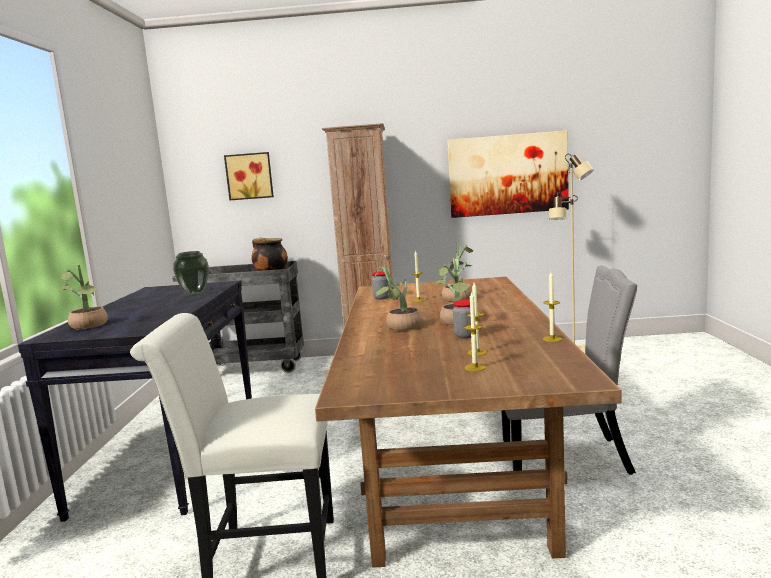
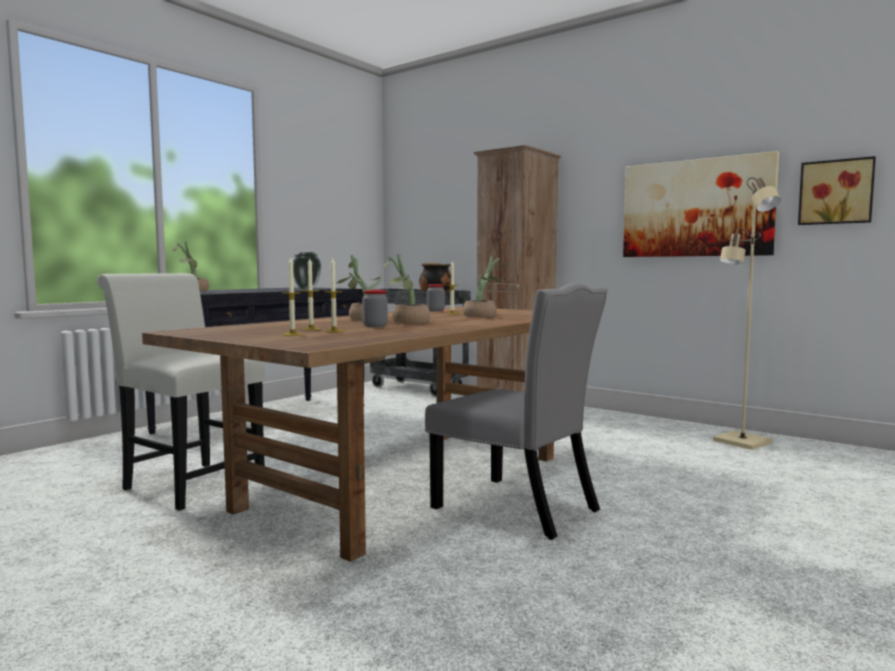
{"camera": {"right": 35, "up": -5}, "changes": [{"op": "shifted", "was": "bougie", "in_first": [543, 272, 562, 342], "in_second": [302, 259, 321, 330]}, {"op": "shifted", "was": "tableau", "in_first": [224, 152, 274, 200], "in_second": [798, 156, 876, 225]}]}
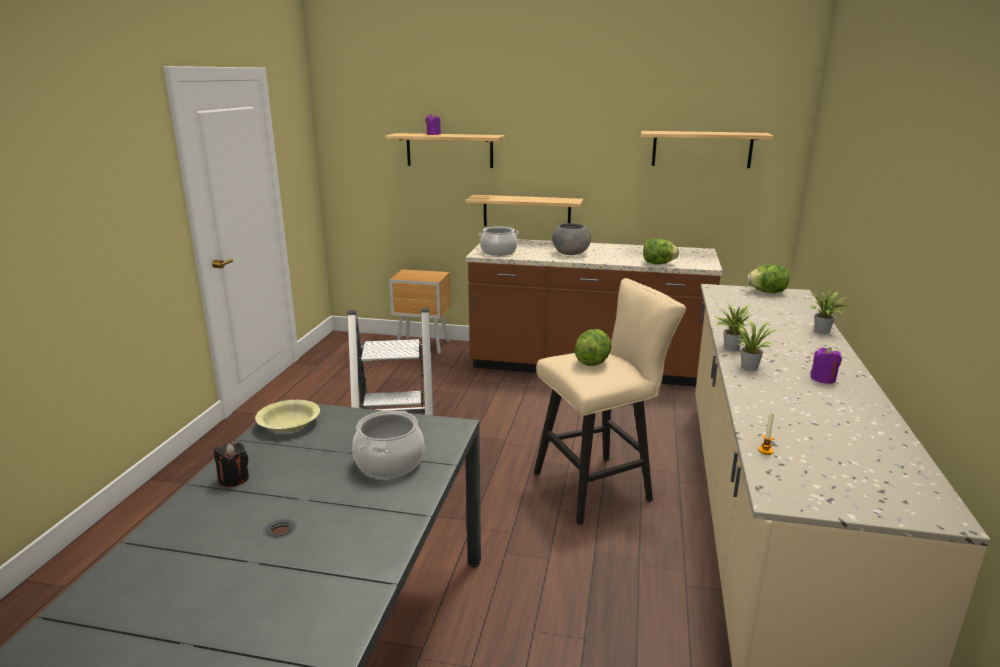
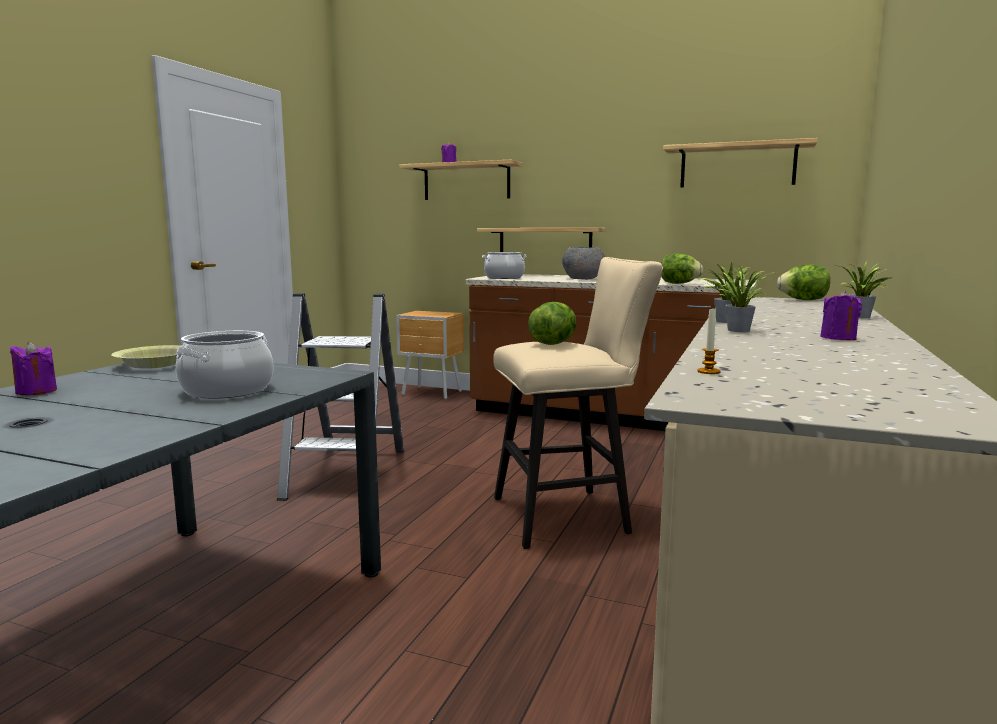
{"camera": {"right": 10, "up": -10}, "changes": [{"op": "repainted", "was": "bougie [noir]", "now": "bougie [violet]", "in_first": [214, 442, 249, 487], "in_second": [10, 341, 57, 395]}]}
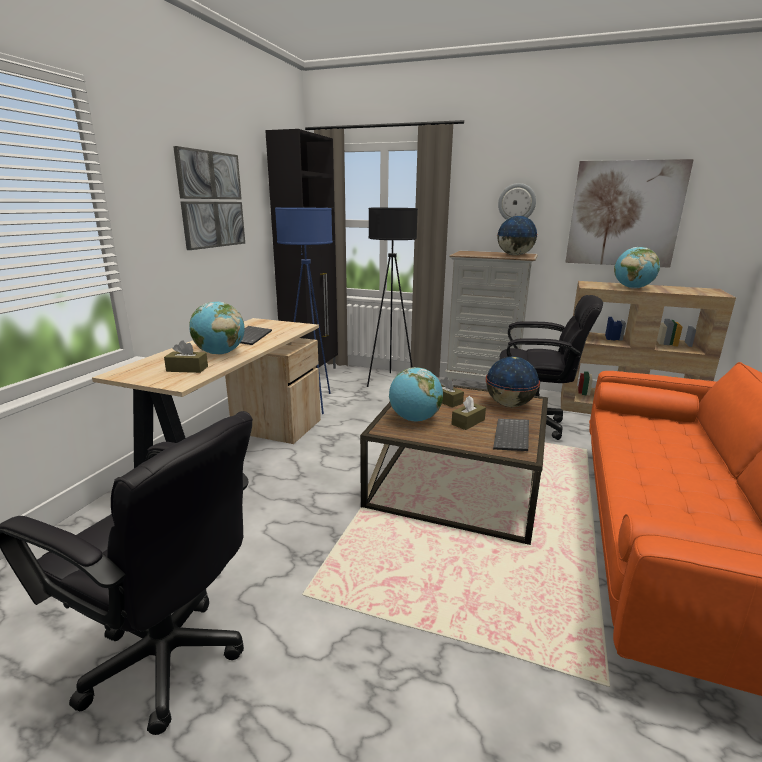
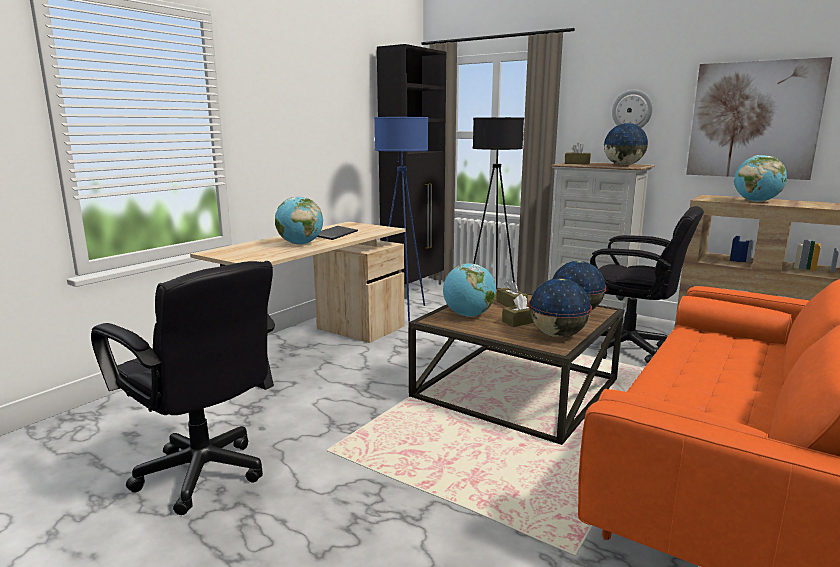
{"camera": {"right": 15, "up": -5}, "changes": [{"op": "swapped", "was": "clavier", "now": "globe", "in_first": [493, 419, 529, 451], "in_second": [528, 278, 592, 338]}, {"op": "shifted", "was": "boîte à mouchoirs [marron]", "in_first": [164, 340, 208, 373], "in_second": [565, 143, 591, 164]}, {"op": "gone", "was": "tableau", "in_first": [173, 146, 245, 250]}]}
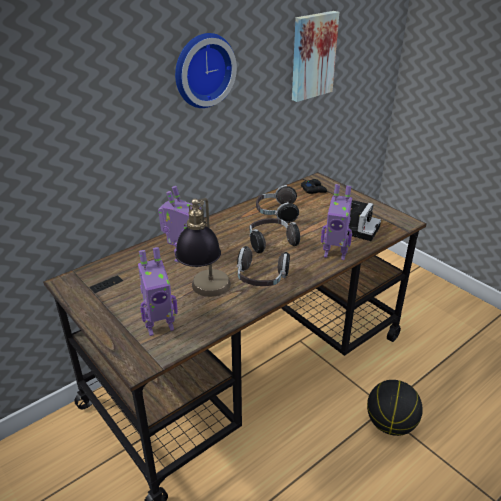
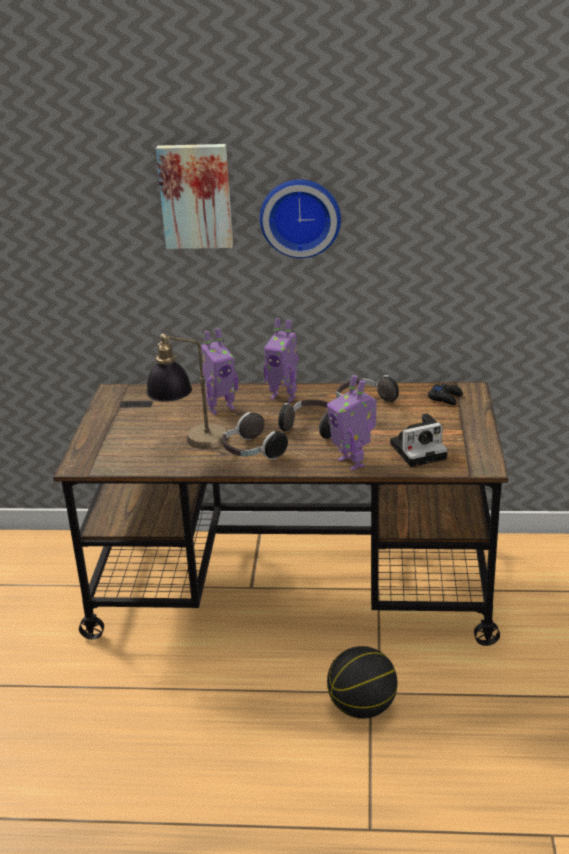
{"camera": {"right": 45, "up": -5}, "changes": [{"op": "shifted", "was": "tableau", "in_first": [292, 11, 339, 102], "in_second": [156, 144, 233, 249]}, {"op": "shifted", "was": "robot jouet", "in_first": [138, 247, 178, 336], "in_second": [264, 318, 299, 402]}]}
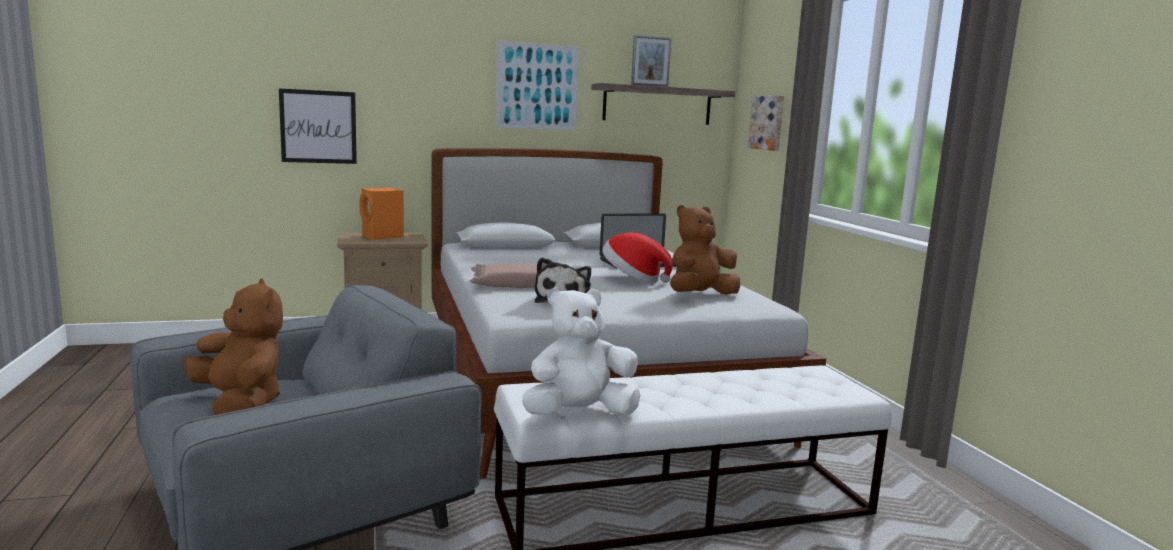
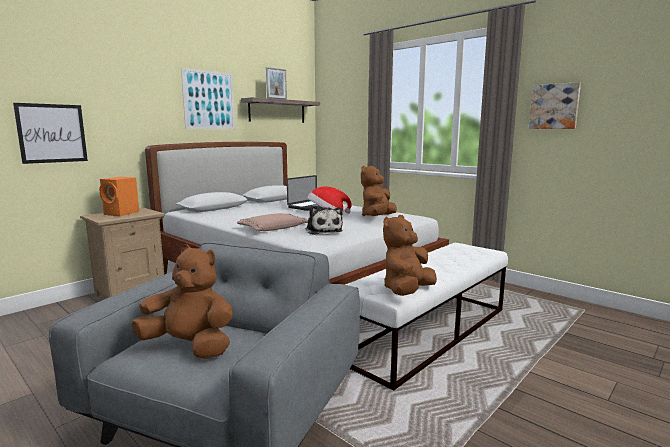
{"camera": {"right": -30, "up": 0}, "changes": [{"op": "repainted", "was": "peluche [blanc]", "now": "peluche [marron]", "in_first": [522, 287, 640, 415], "in_second": [383, 215, 437, 296]}, {"op": "shifted", "was": "tableau", "in_first": [748, 96, 784, 151], "in_second": [529, 82, 581, 129]}]}
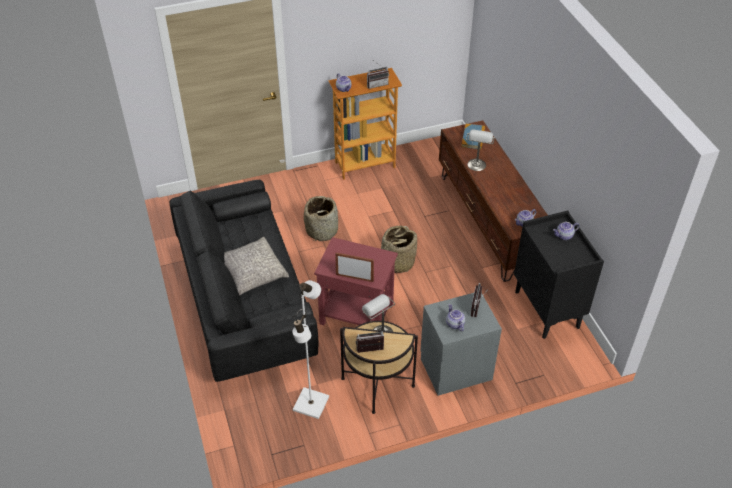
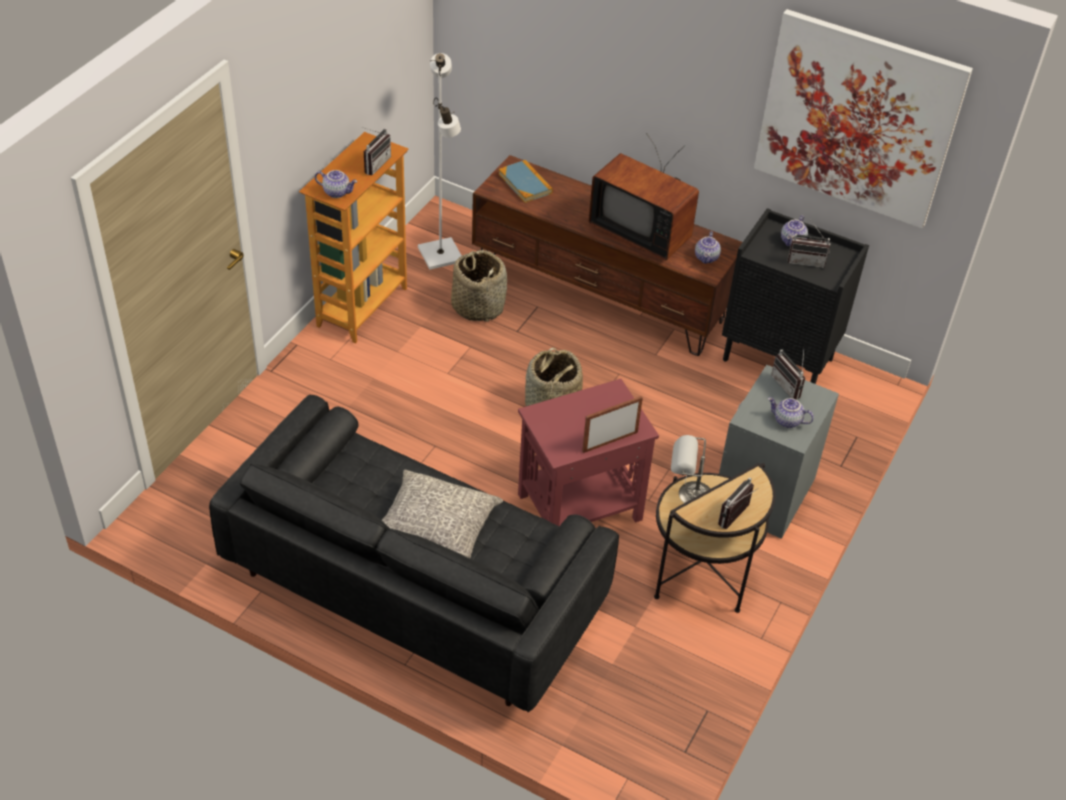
{"camera": {"right": -45, "up": 0}, "changes": [{"op": "shifted", "was": "lampadaire [blanc]", "in_first": [292, 280, 329, 419], "in_second": [418, 53, 462, 270]}, {"op": "shifted", "was": "panier", "in_first": [304, 196, 338, 241], "in_second": [451, 250, 507, 322]}, {"op": "new", "now": "téléviseur", "in_second": [589, 134, 699, 261]}, {"op": "new", "now": "tableau", "in_second": [754, 9, 973, 228]}, {"op": "new", "now": "radio", "in_second": [787, 222, 830, 268]}, {"op": "gone", "was": "lampe de table [blanc]", "in_first": [466, 129, 495, 171]}]}
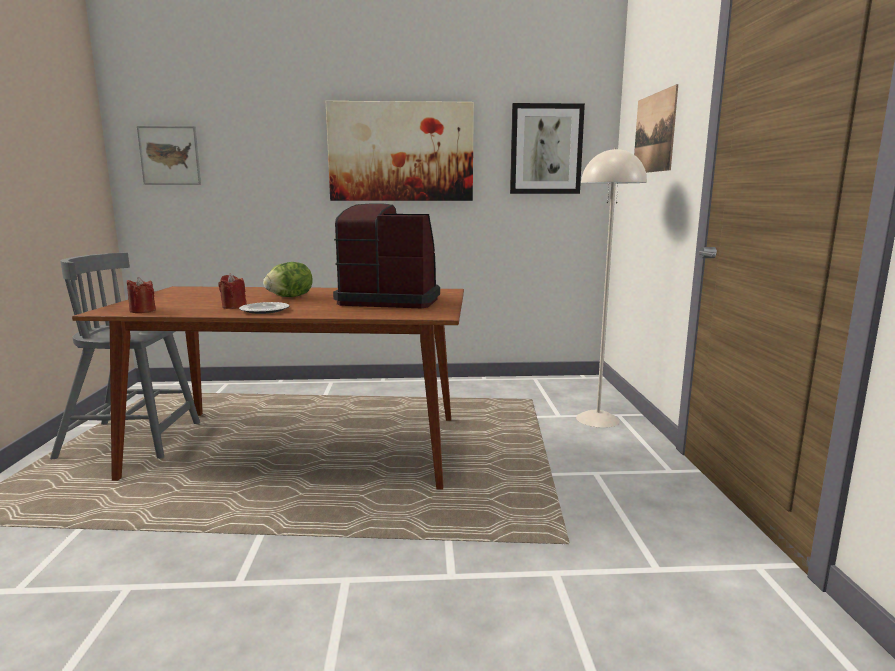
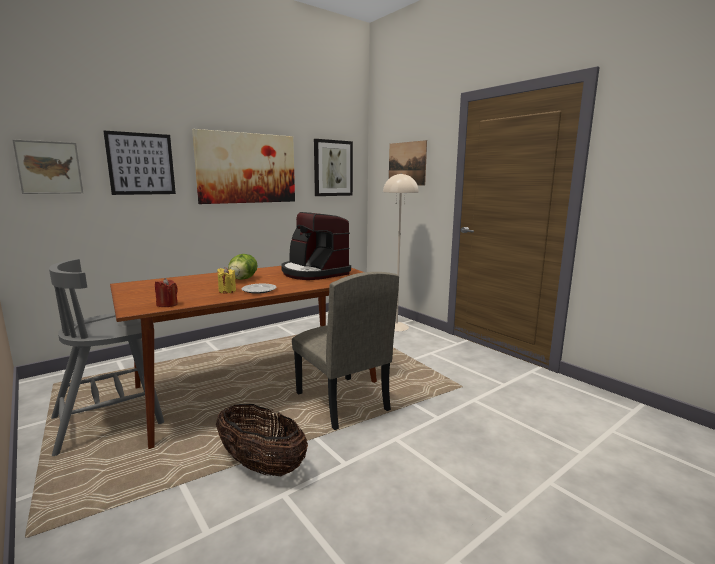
{"camera": {"right": -35, "up": 0}, "changes": [{"op": "new", "now": "tableau", "in_second": [103, 131, 176, 195]}, {"op": "new", "now": "panier", "in_second": [216, 404, 308, 476]}, {"op": "repainted", "was": "bougie [rouge]", "now": "bougie [jaune]", "in_first": [218, 273, 247, 309], "in_second": [217, 267, 236, 293]}, {"op": "rotated", "was": "machine à café", "in_first": [333, 203, 440, 308], "in_second": [281, 212, 351, 280], "clockwise": -105}, {"op": "new", "now": "chaise [beige]", "in_second": [292, 272, 399, 430]}]}
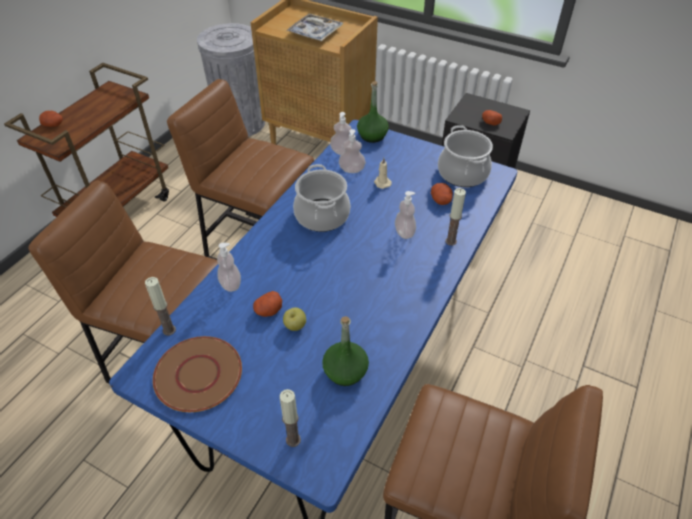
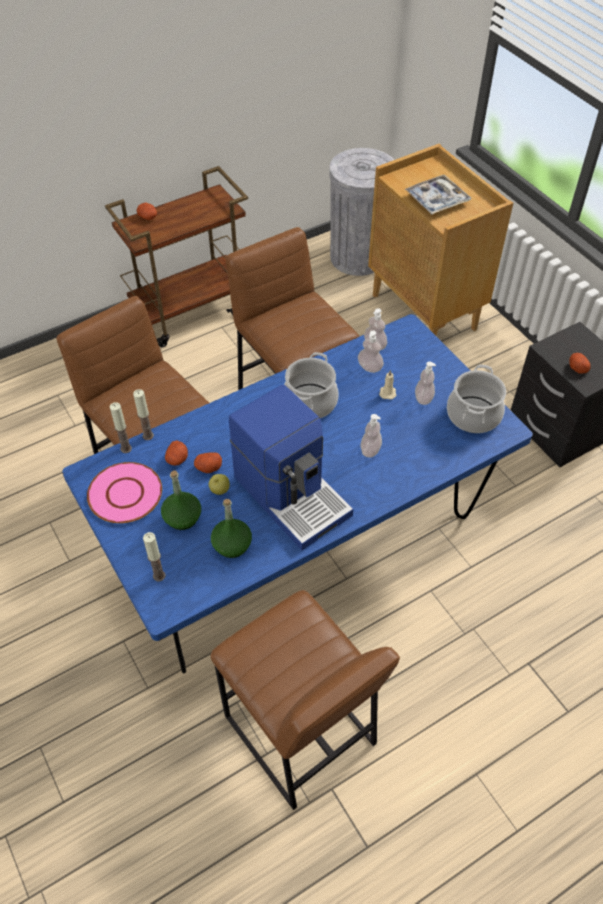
{"camera": {"right": 30, "up": 5}, "changes": [{"op": "repainted", "was": "assiette [marron]", "now": "assiette [rose]", "in_first": [153, 336, 242, 412], "in_second": [87, 462, 162, 523]}, {"op": "shifted", "was": "bougie", "in_first": [445, 188, 466, 246], "in_second": [133, 389, 154, 440]}, {"op": "shifted", "was": "bouteille [vert]", "in_first": [357, 81, 389, 143], "in_second": [161, 470, 201, 530]}, {"op": "shifted", "was": "pomme de terre", "in_first": [431, 183, 453, 205], "in_second": [165, 441, 188, 466]}, {"op": "new", "now": "machine à café", "in_second": [229, 385, 353, 550]}, {"op": "shifted", "was": "distributeur de savon", "in_first": [217, 243, 241, 292], "in_second": [415, 362, 436, 405]}]}
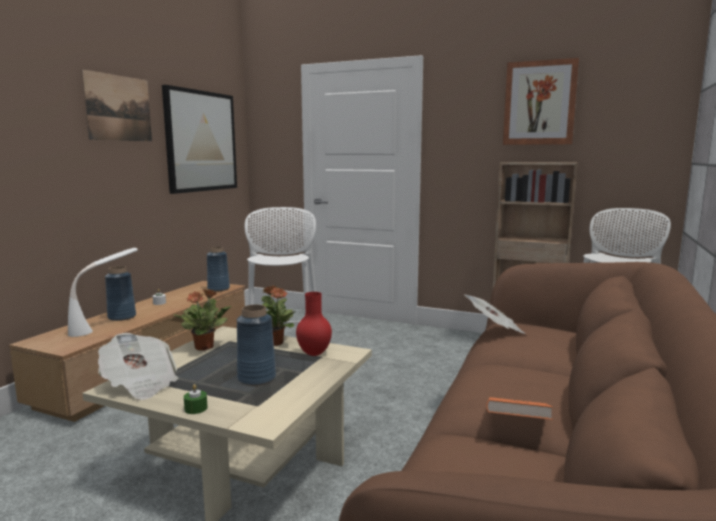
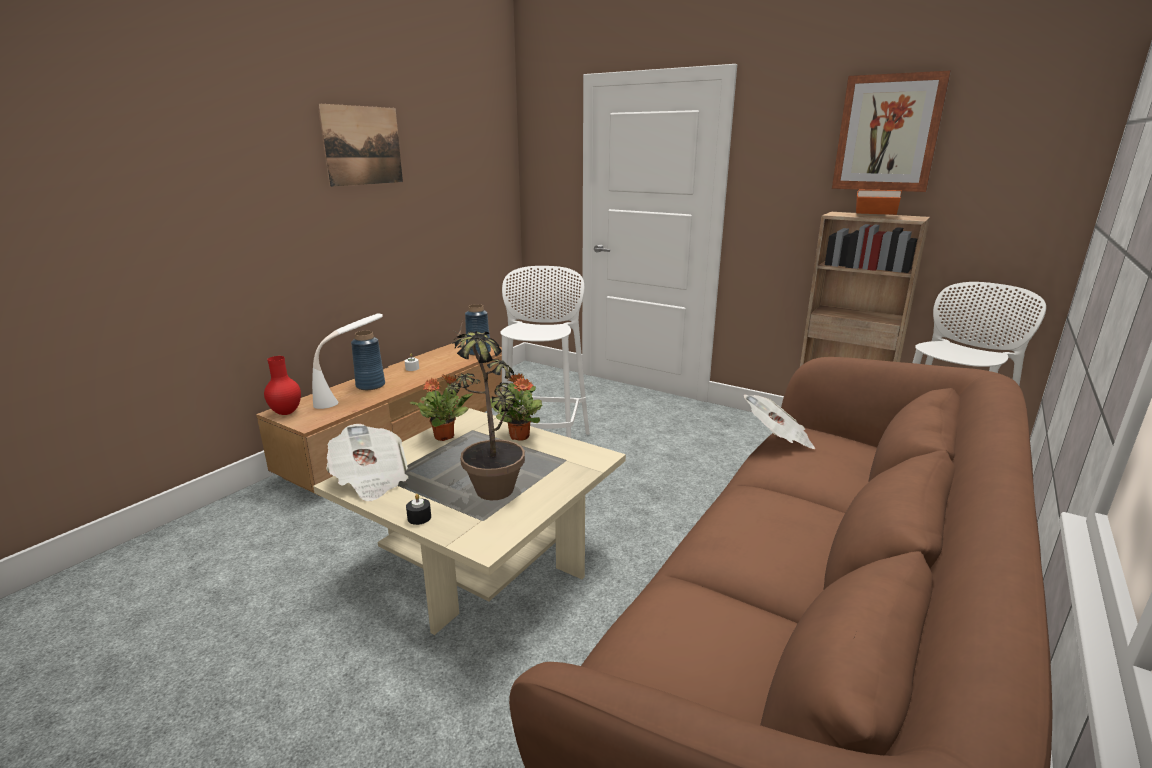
{"camera": {"right": 10, "up": 10}, "changes": [{"op": "shifted", "was": "vase [rouge]", "in_first": [296, 292, 332, 356], "in_second": [264, 356, 301, 415]}, {"op": "repainted", "was": "bougie [vert]", "now": "bougie [noir]", "in_first": [184, 384, 207, 414], "in_second": [406, 494, 431, 525]}, {"op": "swapped", "was": "vase [bleu]", "now": "plante en pot", "in_first": [237, 305, 276, 386], "in_second": [448, 321, 529, 500]}, {"op": "shifted", "was": "livre [orange]", "in_first": [486, 397, 553, 420], "in_second": [856, 190, 902, 215]}, {"op": "gone", "was": "tableau", "in_first": [162, 85, 237, 194]}]}
